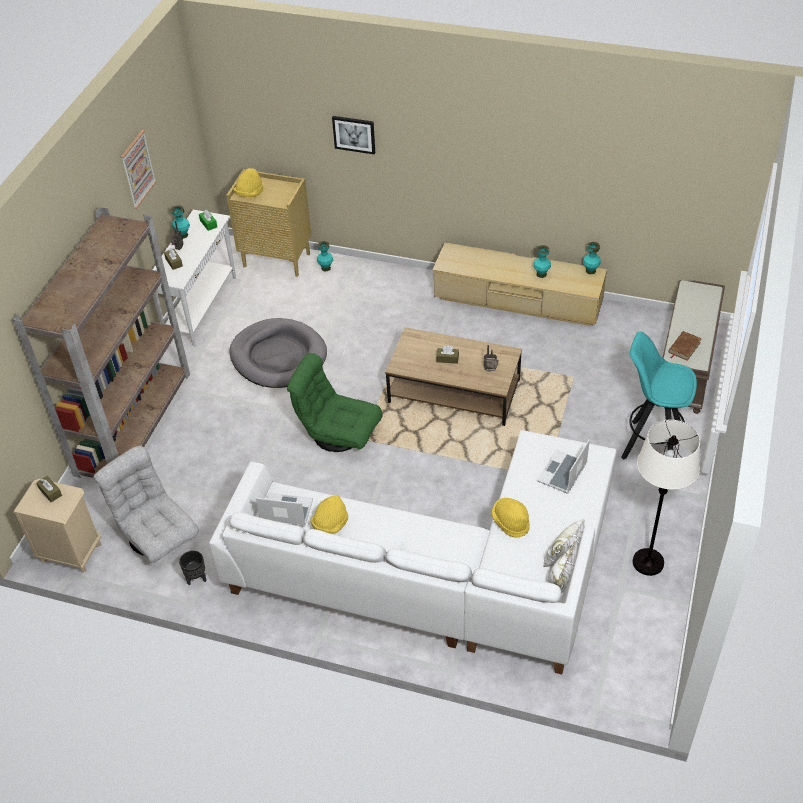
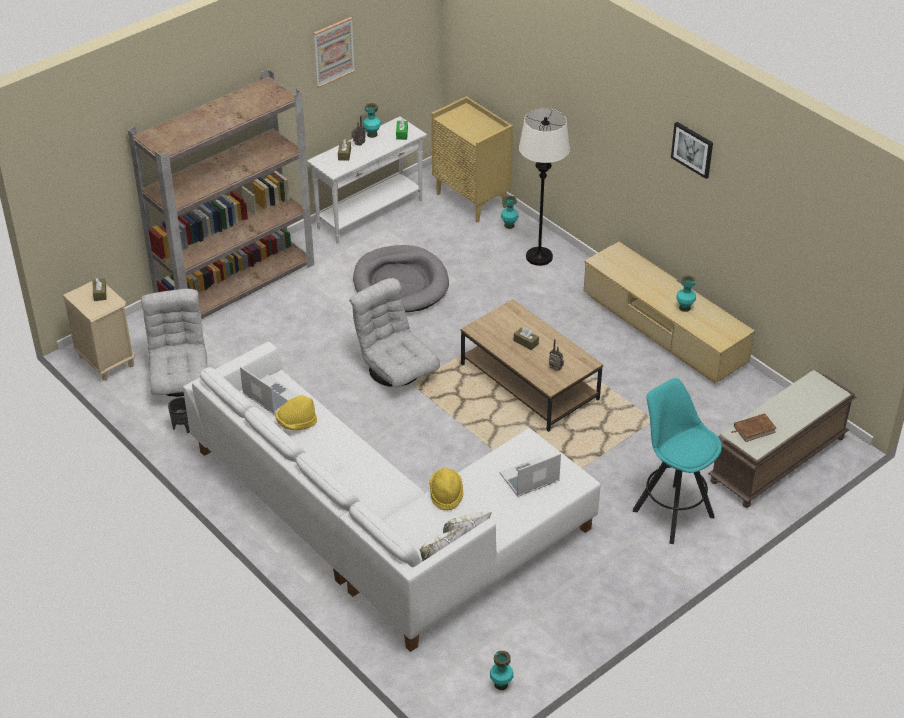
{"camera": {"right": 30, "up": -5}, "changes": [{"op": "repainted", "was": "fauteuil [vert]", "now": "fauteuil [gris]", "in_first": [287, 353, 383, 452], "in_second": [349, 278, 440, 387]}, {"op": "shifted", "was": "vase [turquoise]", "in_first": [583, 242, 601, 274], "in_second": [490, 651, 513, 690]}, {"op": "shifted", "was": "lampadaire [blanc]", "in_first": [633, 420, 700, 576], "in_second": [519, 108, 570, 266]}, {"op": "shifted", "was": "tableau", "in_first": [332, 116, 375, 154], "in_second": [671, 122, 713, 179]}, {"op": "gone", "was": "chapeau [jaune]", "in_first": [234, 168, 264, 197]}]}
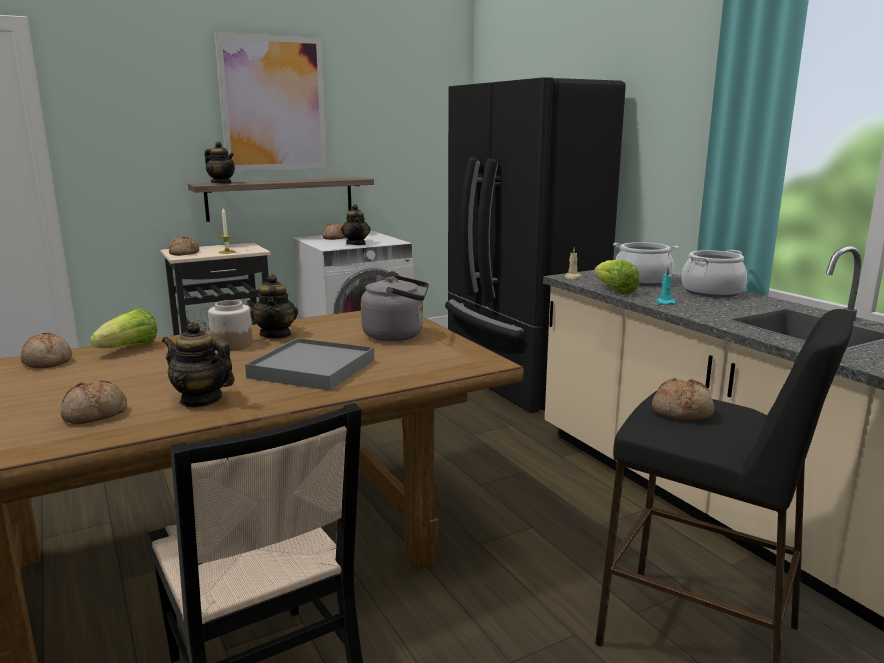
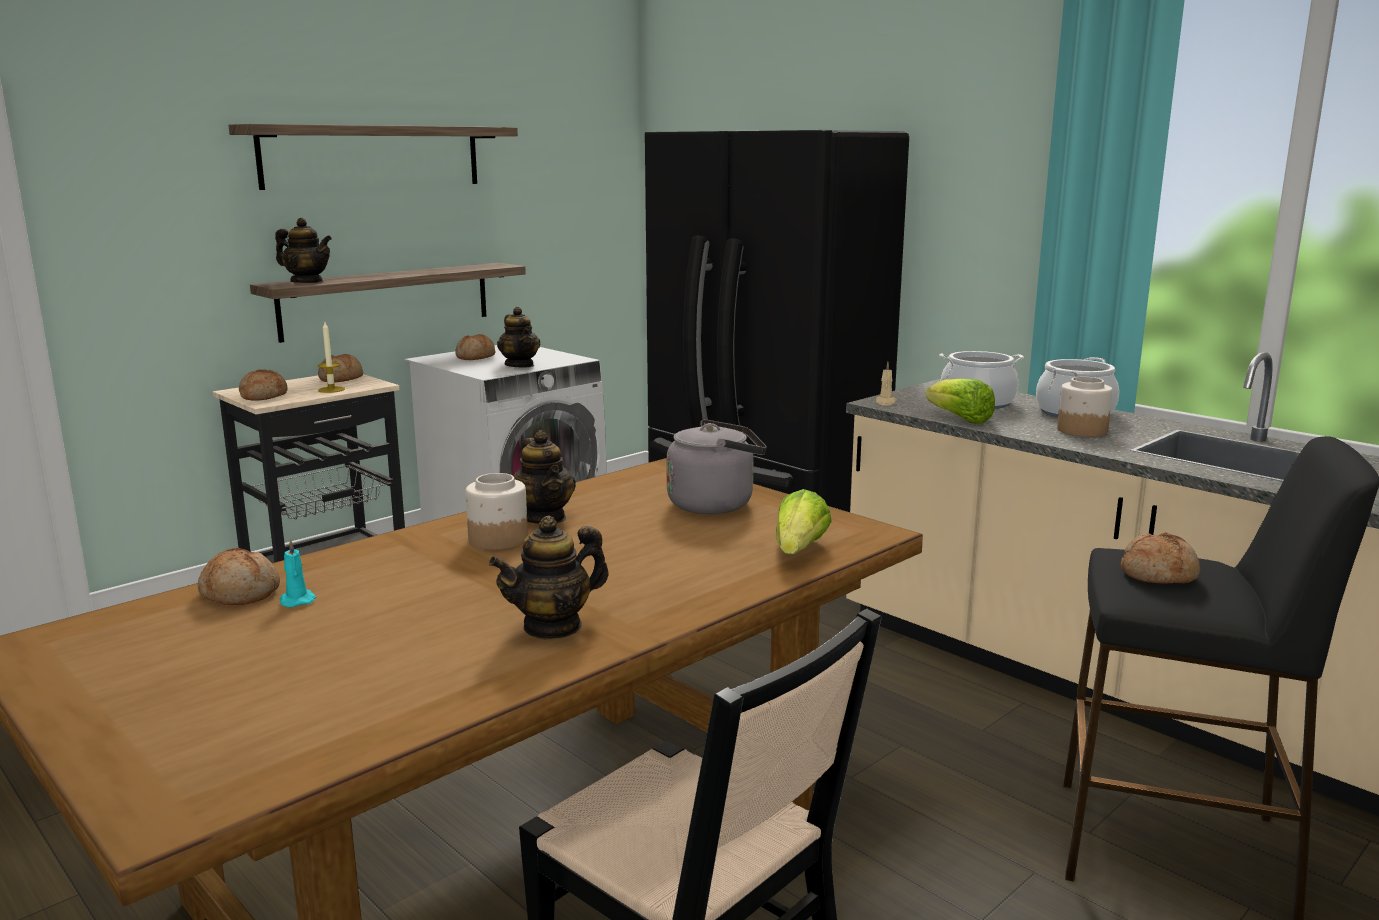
{"camera": {"right": -15, "up": 0}, "changes": [{"op": "swapped", "was": "tableau", "now": "étagère", "in_first": [214, 32, 327, 171], "in_second": [228, 124, 518, 190]}, {"op": "shifted", "was": "bougie [turquoise]", "in_first": [655, 268, 676, 305], "in_second": [280, 539, 316, 607]}, {"op": "shifted", "was": "pain", "in_first": [60, 380, 127, 424], "in_second": [318, 354, 363, 383]}, {"op": "rotated", "was": "théière", "in_first": [162, 322, 234, 408], "in_second": [489, 516, 609, 640], "clockwise": -45}, {"op": "shifted", "was": "laitue", "in_first": [90, 308, 157, 349], "in_second": [776, 489, 832, 554]}, {"op": "new", "now": "bocal", "in_second": [1057, 377, 1113, 437]}, {"op": "gone", "was": "plateau [gris]", "in_first": [245, 338, 374, 391]}]}
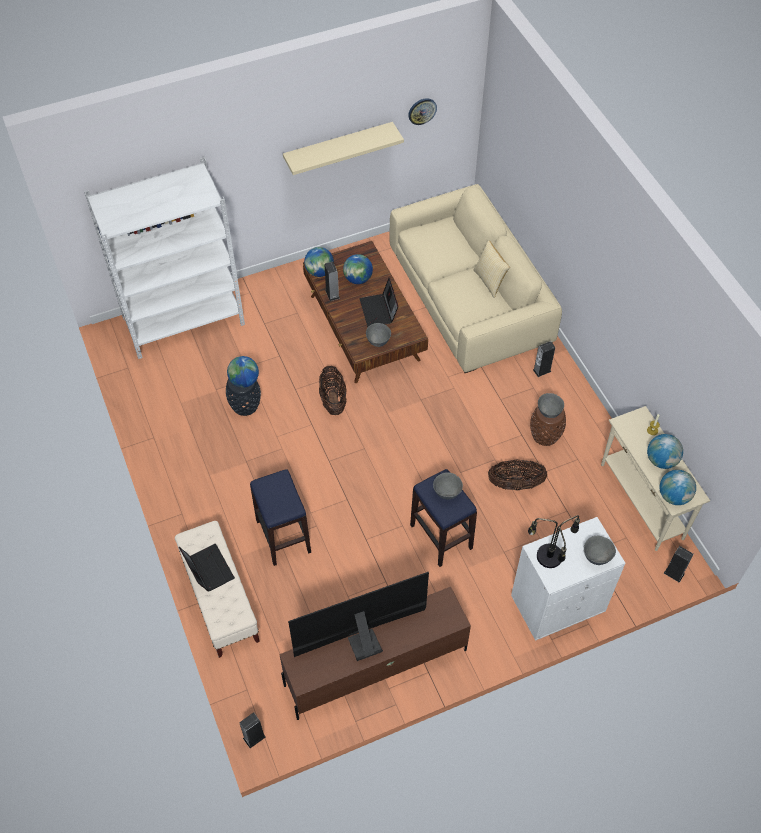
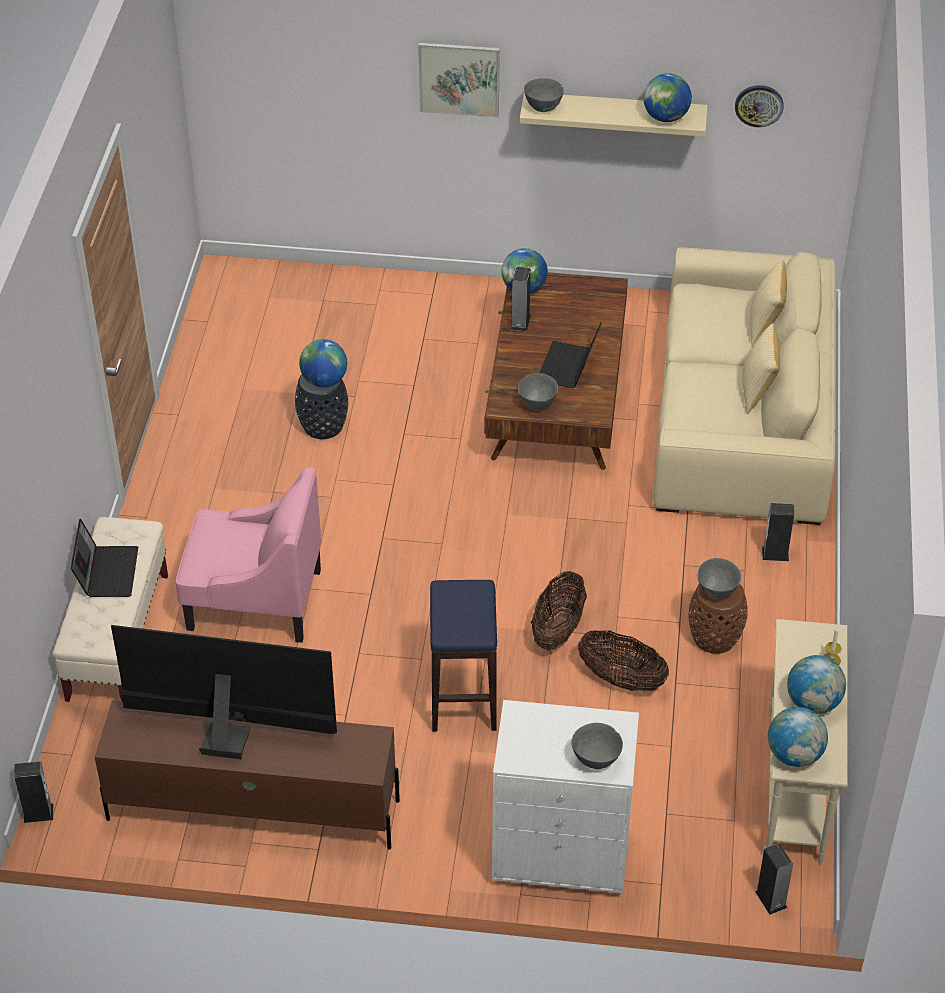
{"camera": {"right": 30, "up": -10}, "changes": [{"op": "swapped", "was": "tabouret", "now": "fauteuil [rose]", "in_first": [250, 469, 311, 566], "in_second": [176, 467, 321, 643]}, {"op": "new", "now": "tableau", "in_second": [418, 43, 500, 118]}, {"op": "shifted", "was": "bol [gris]", "in_first": [433, 472, 463, 499], "in_second": [524, 78, 564, 112]}, {"op": "shifted", "was": "panier", "in_first": [319, 366, 347, 415], "in_second": [531, 571, 587, 650]}, {"op": "shifted", "was": "globe", "in_first": [343, 254, 373, 284], "in_second": [643, 73, 692, 122]}, {"op": "new", "now": "coussin", "in_second": [750, 260, 787, 346]}, {"op": "gone", "was": "bibliothèque [blanc]", "in_first": [84, 157, 245, 359]}, {"op": "gone", "was": "lampe de table", "in_first": [528, 515, 580, 568]}]}
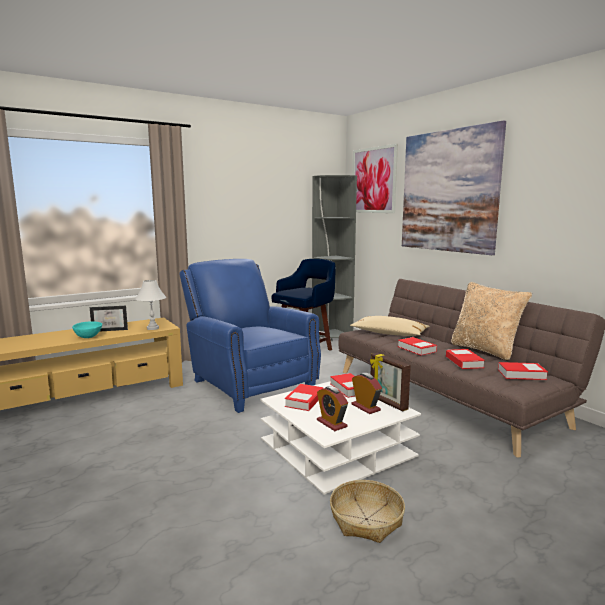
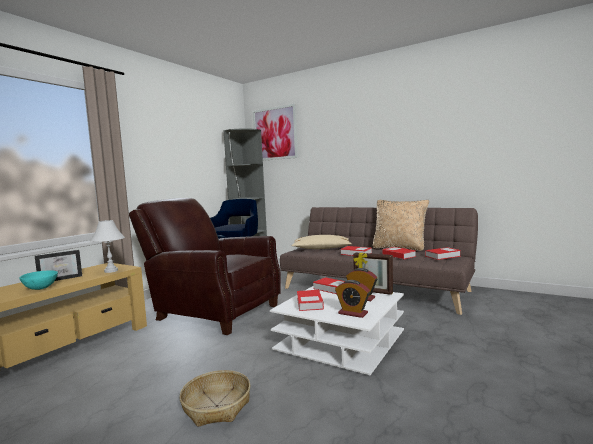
{"camera": {"right": -25, "up": -5}, "changes": [{"op": "repainted", "was": "fauteuil [bleu]", "now": "fauteuil [marron]", "in_first": [180, 259, 321, 413], "in_second": [129, 198, 281, 335]}, {"op": "shifted", "was": "panier", "in_first": [330, 480, 405, 543], "in_second": [179, 370, 250, 427]}, {"op": "gone", "was": "tableau", "in_first": [402, 121, 506, 255]}]}
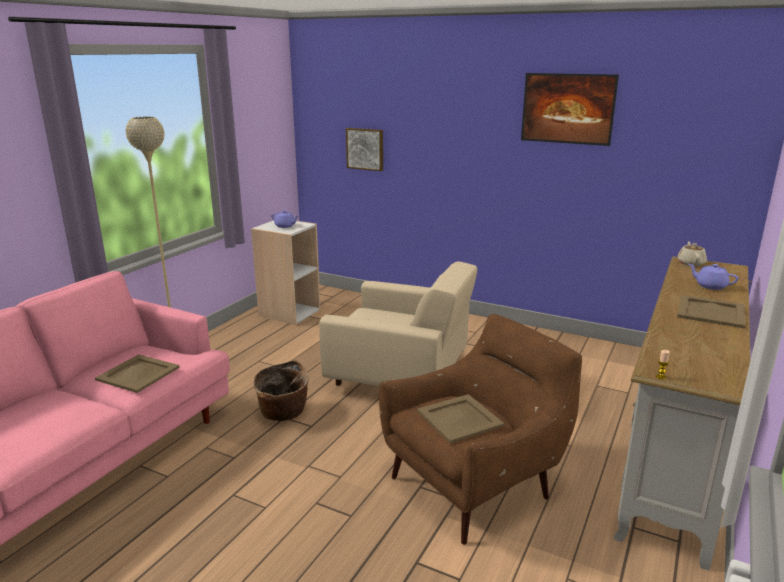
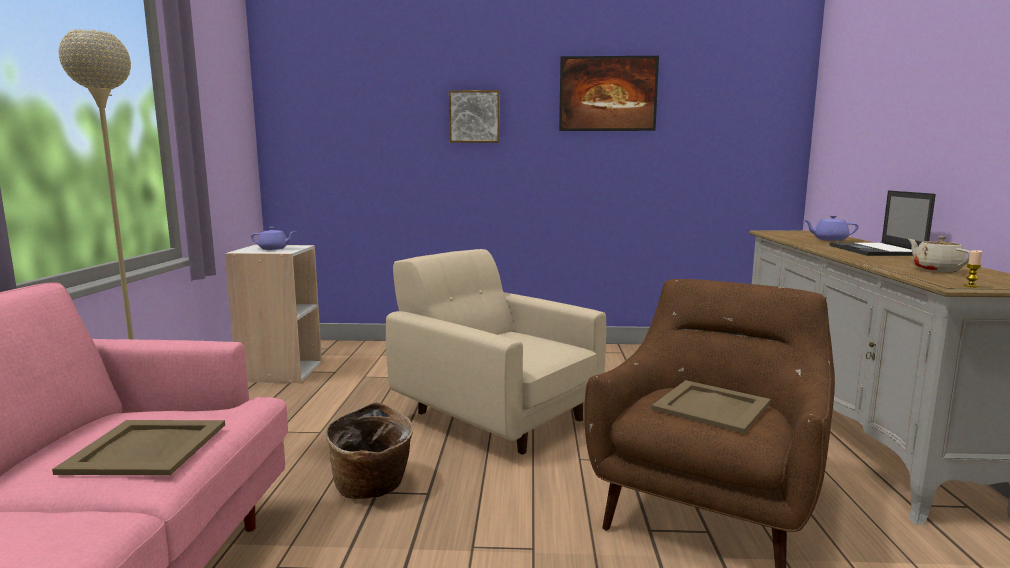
{"camera": {"right": -25, "up": -10}, "changes": [{"op": "rotated", "was": "fauteuil [beige]", "in_first": [319, 262, 477, 386], "in_second": [386, 249, 606, 454], "clockwise": -135}, {"op": "shifted", "was": "tableau", "in_first": [346, 128, 383, 171], "in_second": [449, 90, 500, 143]}, {"op": "swapped", "was": "plateau [beige]", "now": "ordinateur portable", "in_first": [677, 295, 746, 328], "in_second": [829, 190, 936, 256]}, {"op": "shifted", "was": "théière [beige]", "in_first": [678, 241, 707, 266], "in_second": [908, 236, 970, 272]}]}
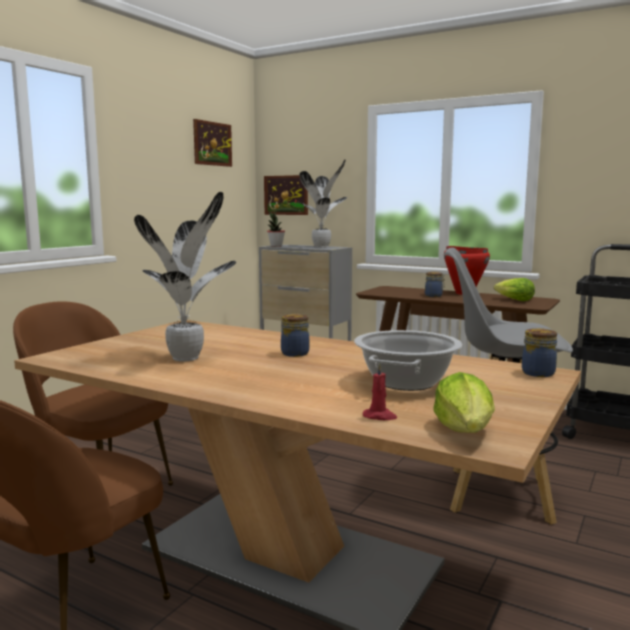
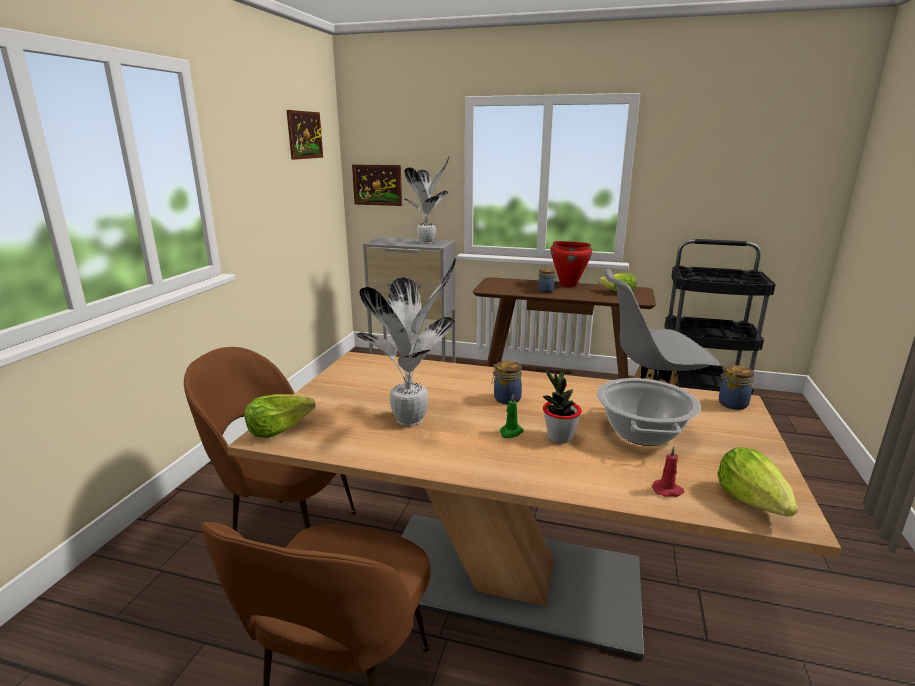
{"camera": {"right": -15, "up": 10}, "changes": [{"op": "new", "now": "laitue", "in_second": [245, 394, 315, 438]}, {"op": "new", "now": "bougie [vert]", "in_second": [500, 394, 524, 438]}, {"op": "shifted", "was": "plante en pot", "in_first": [267, 211, 285, 247], "in_second": [543, 369, 582, 444]}]}
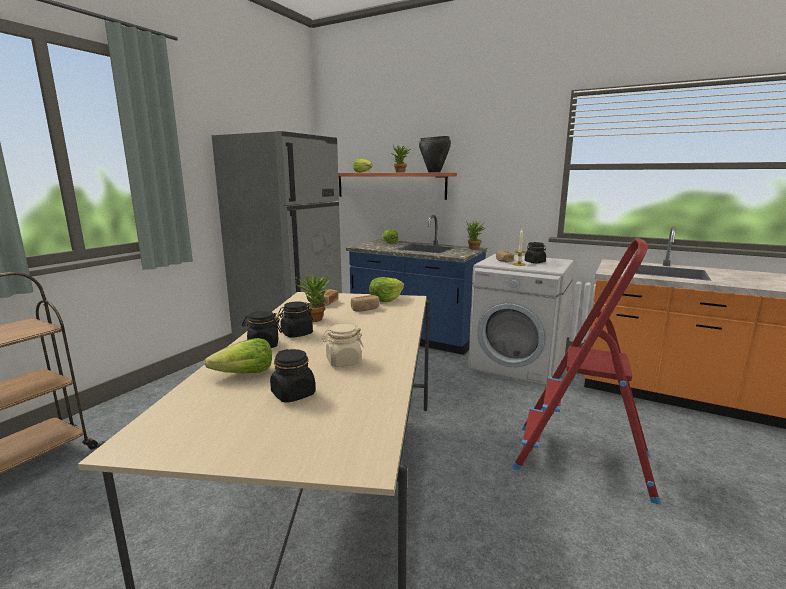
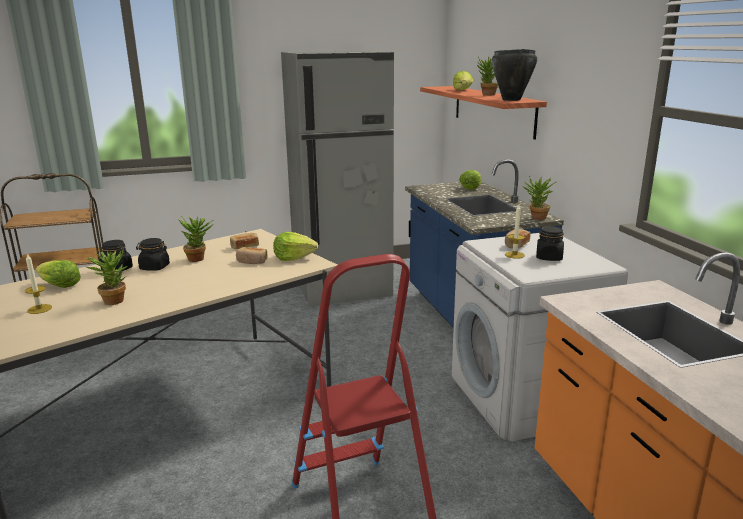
{"camera": {"right": 45, "up": 5}, "changes": [{"op": "swapped", "was": "bocal [noir]", "now": "bougie", "in_first": [270, 349, 316, 403], "in_second": [25, 253, 52, 314]}, {"op": "swapped", "was": "bocal [beige]", "now": "plante en pot", "in_first": [322, 324, 363, 367], "in_second": [86, 246, 127, 305]}]}
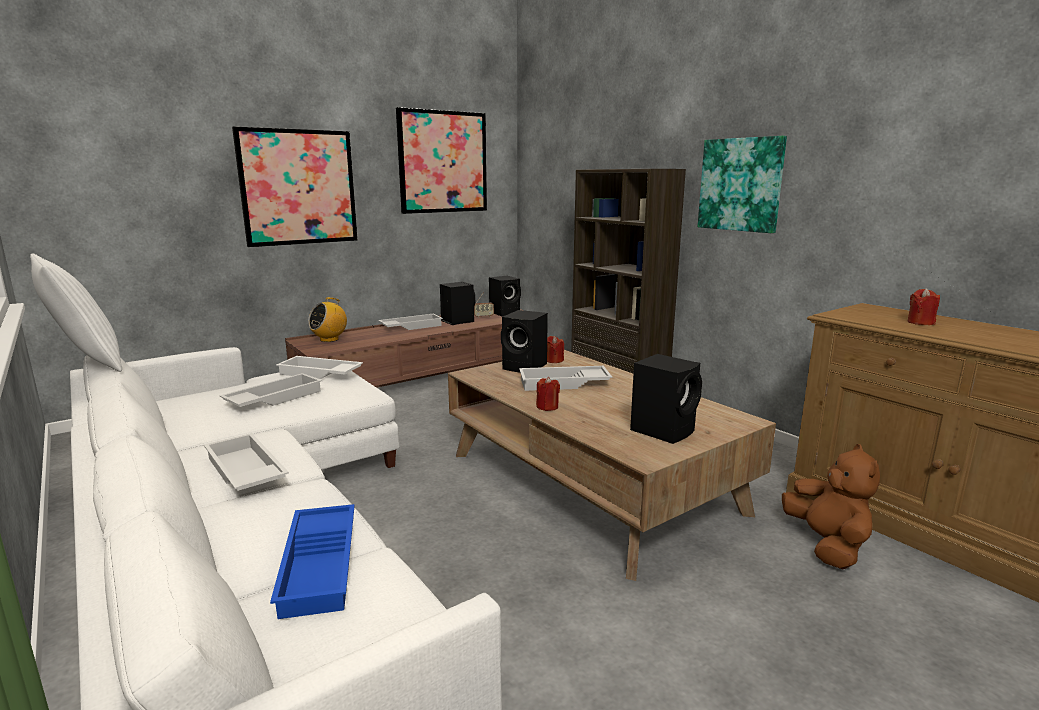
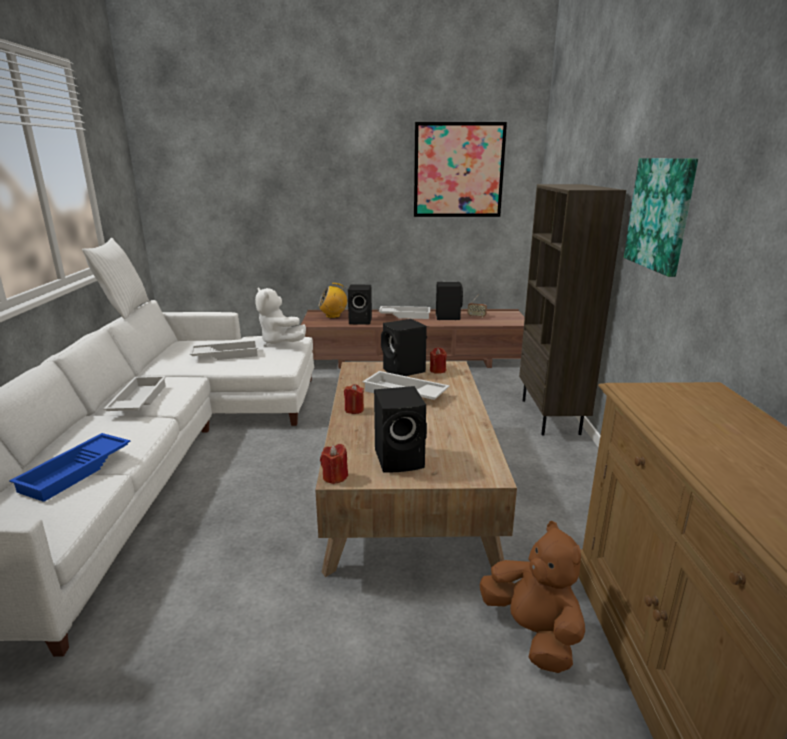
{"camera": {"right": 35, "up": 5}, "changes": [{"op": "swapped", "was": "plateau [blanc]", "now": "peluche [blanc]", "in_first": [276, 356, 363, 379], "in_second": [255, 288, 306, 347]}, {"op": "shifted", "was": "bougie [rouge]", "in_first": [907, 288, 940, 325], "in_second": [320, 444, 348, 484]}, {"op": "shifted", "was": "enceinte [noir]", "in_first": [489, 276, 521, 316], "in_second": [348, 285, 372, 325]}, {"op": "rotated", "was": "peluche [marron]", "in_first": [782, 444, 880, 570], "in_second": [480, 521, 585, 673], "clockwise": -60}, {"op": "gone", "was": "tableau", "in_first": [232, 126, 358, 247]}]}
